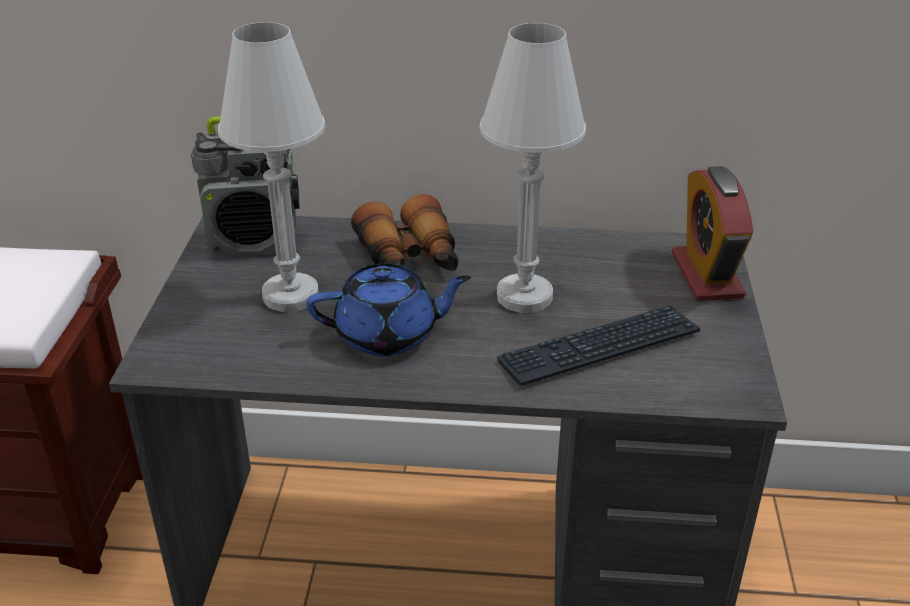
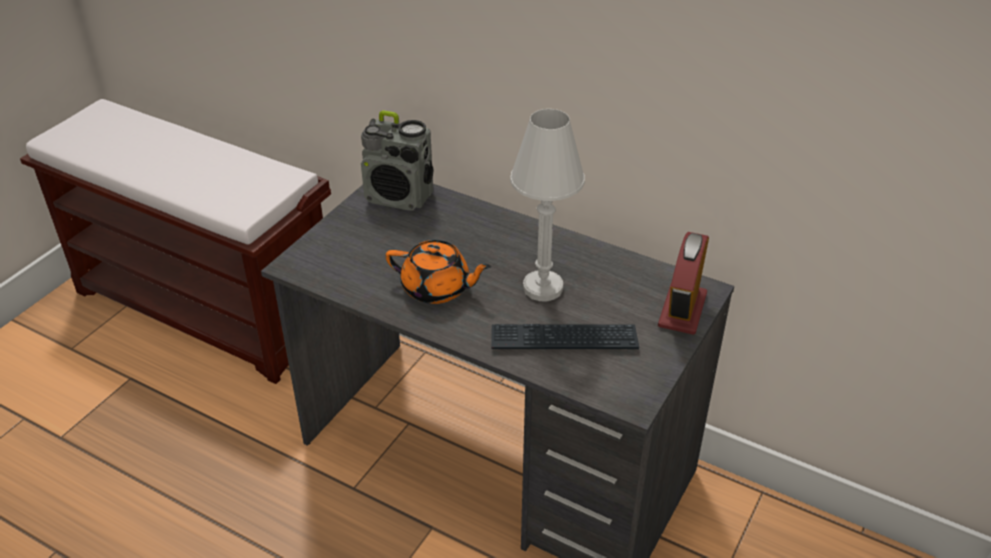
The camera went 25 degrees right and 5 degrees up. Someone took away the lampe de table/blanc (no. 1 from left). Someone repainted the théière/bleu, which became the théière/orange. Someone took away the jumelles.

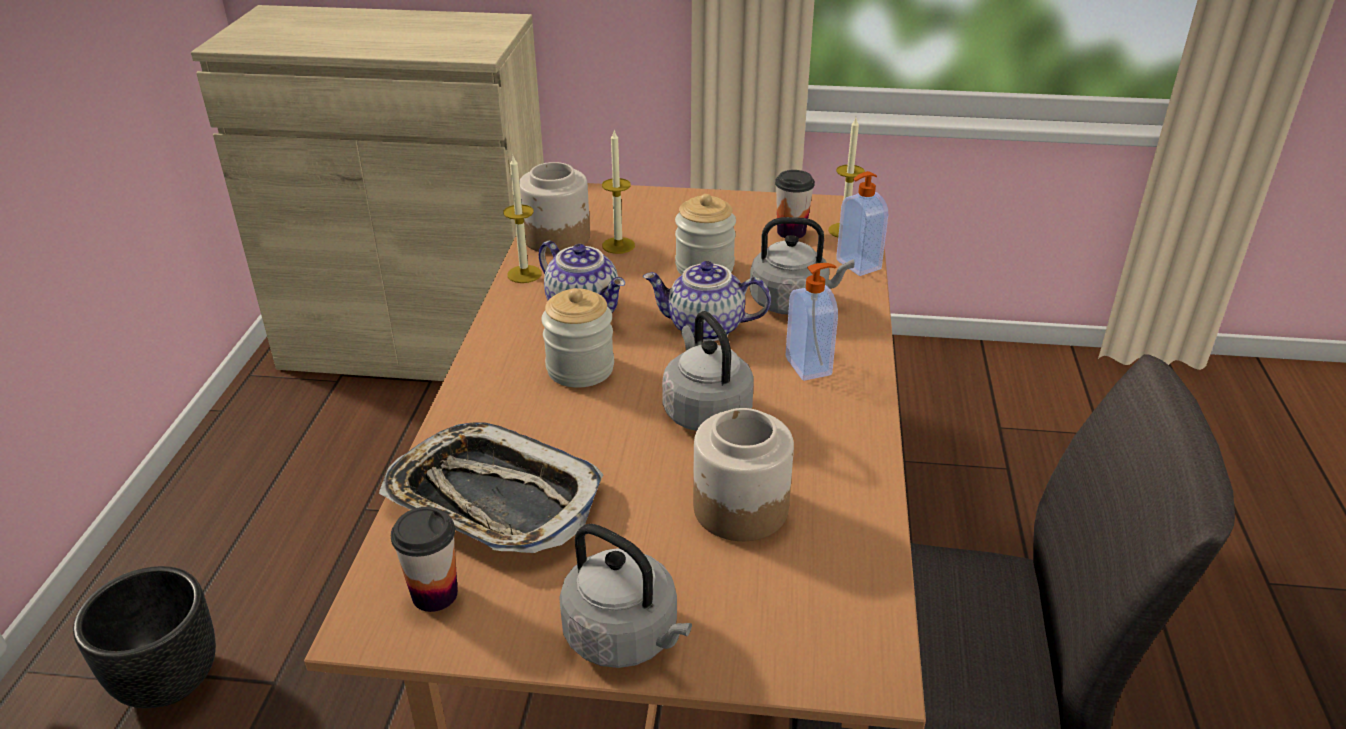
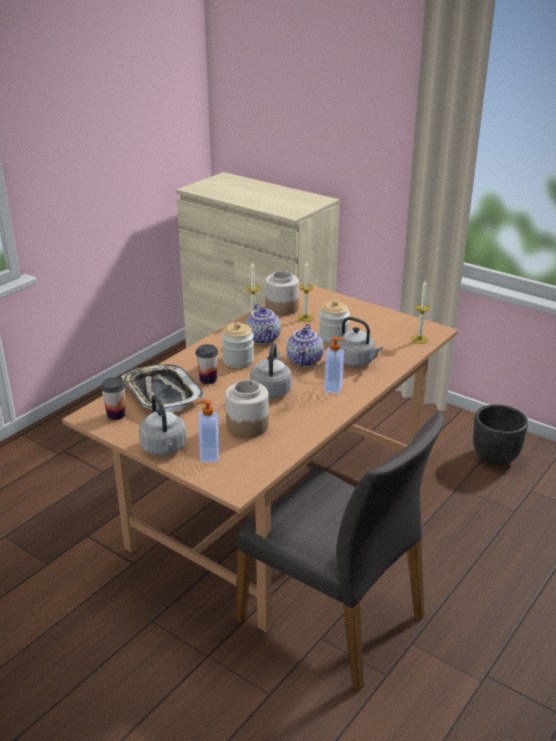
The camera went 30 degrees right and 5 degrees down. Someone carried the cache-pot/noir. Someone rotated the théière (no. 2 from left) by 120 degrees counterclockwise. Someone carried the tasse (no. 2 from left). Someone carried the distributeur de savon (no. 2 from left in the first image).

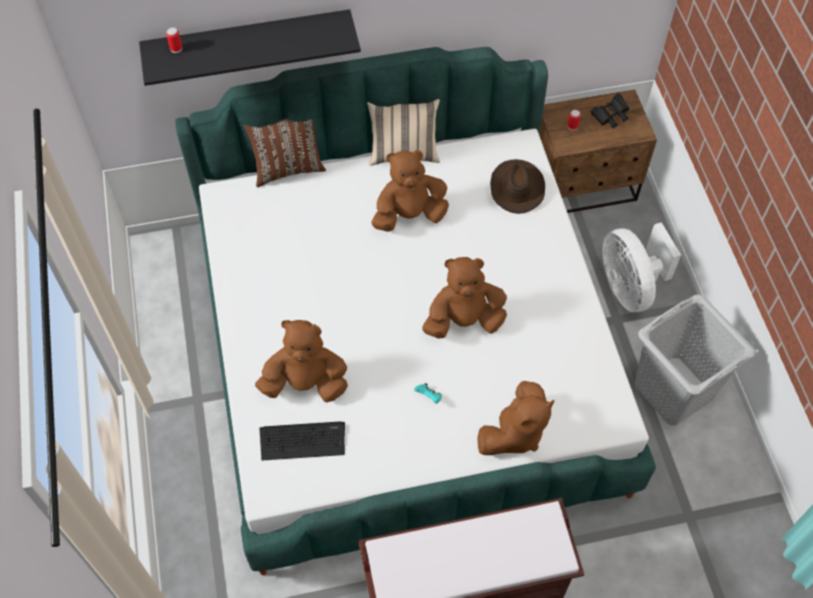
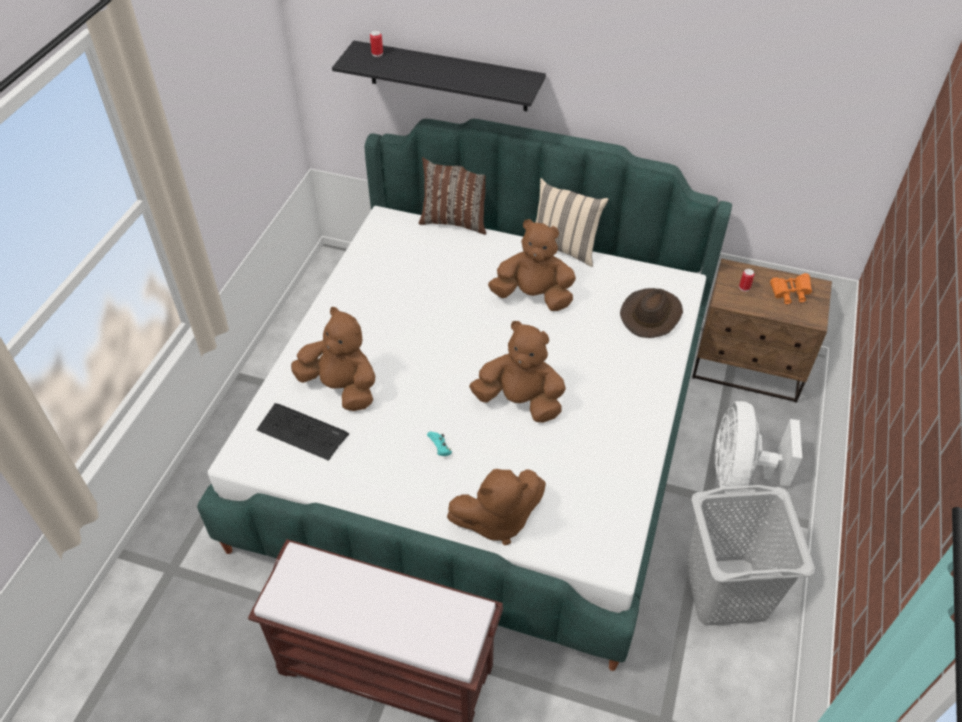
The camera went 30 degrees right and 10 degrees down. Someone repainted the jumelles/noir, which became the jumelles/orange.

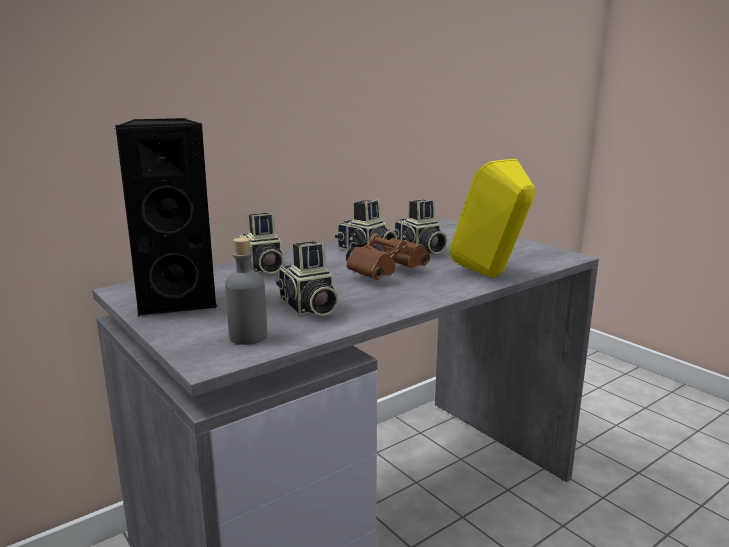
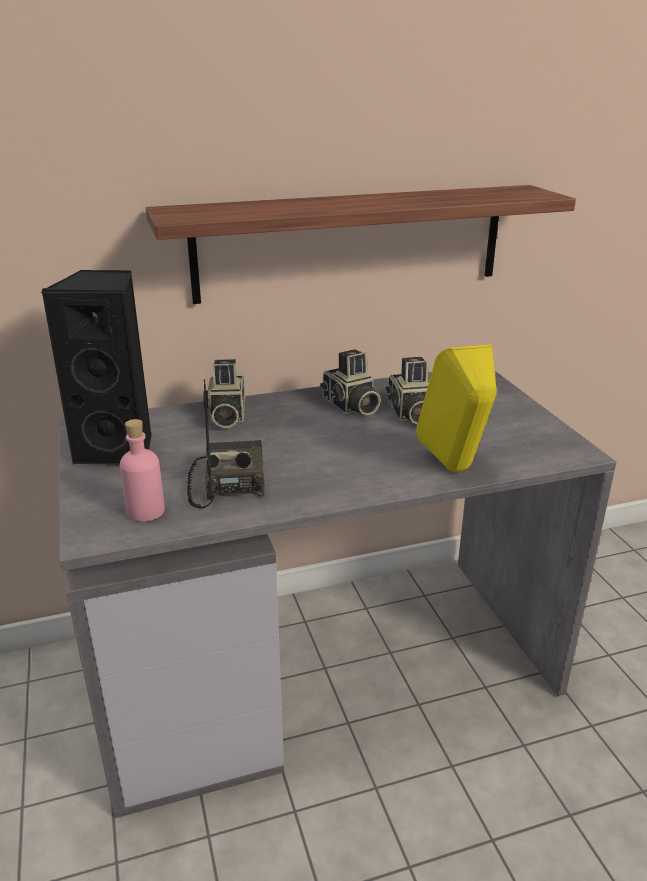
The camera went 20 degrees right and 10 degrees up. Someone repainted the bouteille/gris, which became the bouteille/rose. Someone swapped the appareil photo (no. 2 from left) for the radio. Someone took away the jumelles/marron. Someone put up the étagère.

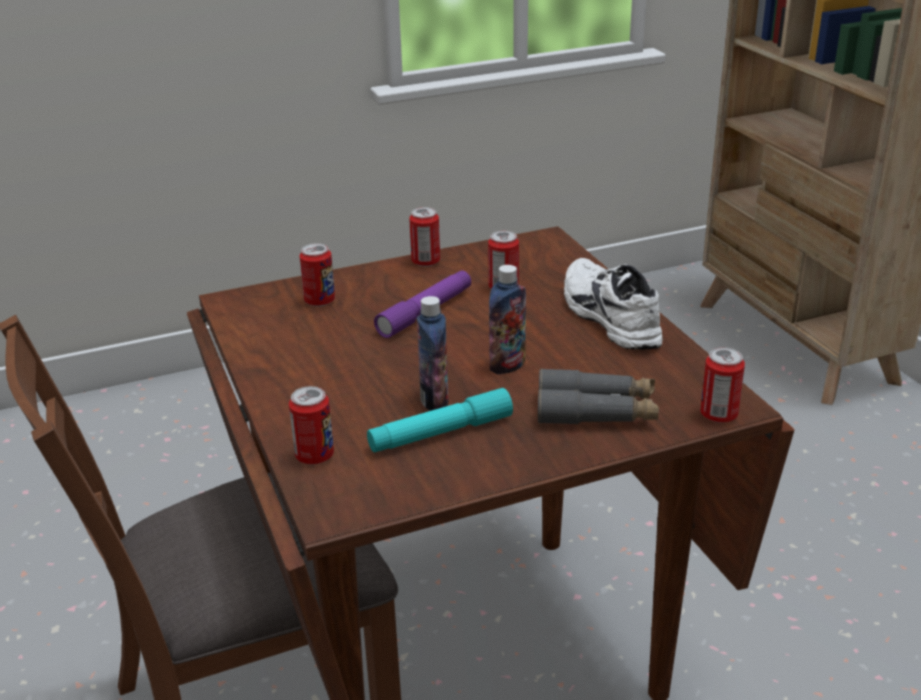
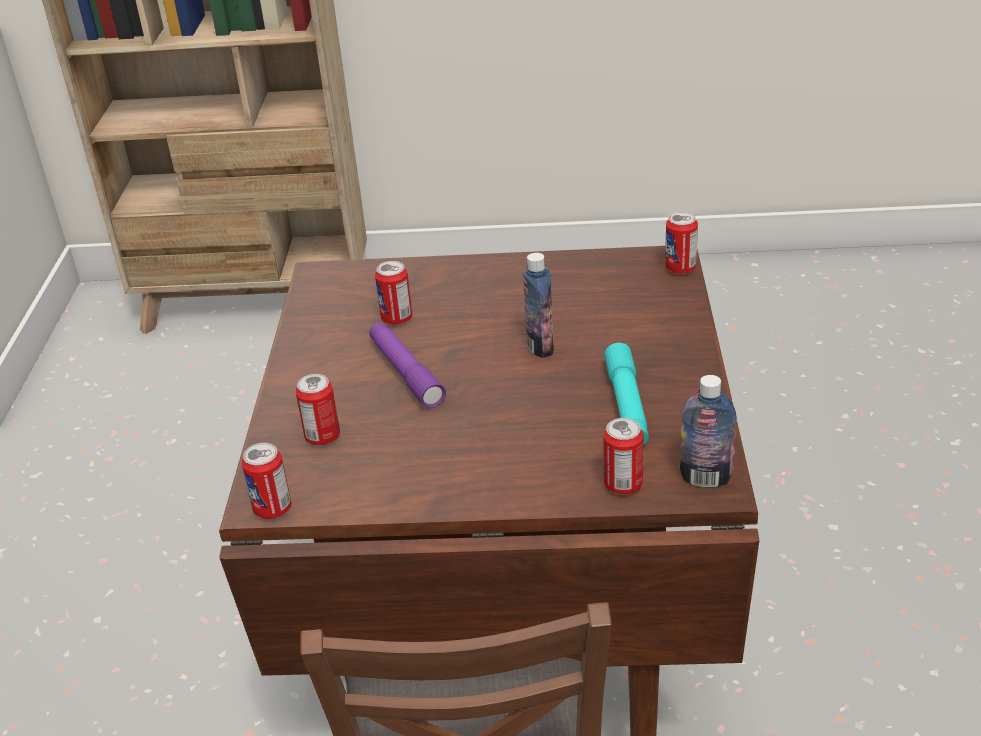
The camera went 65 degrees left and 5 degrees up. Someone carried the boîte métallique (no. 3 from left in the first image). Someone carried the bouteille (no. 1 from left in the first image). Someone took away the jumelles/gris. Someone took away the chaussure/blanc.

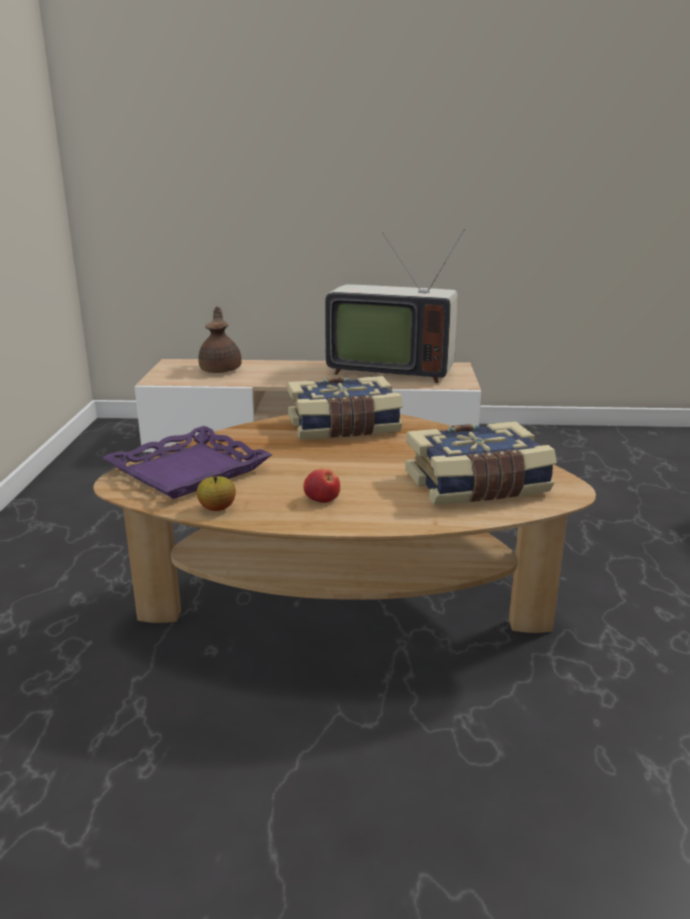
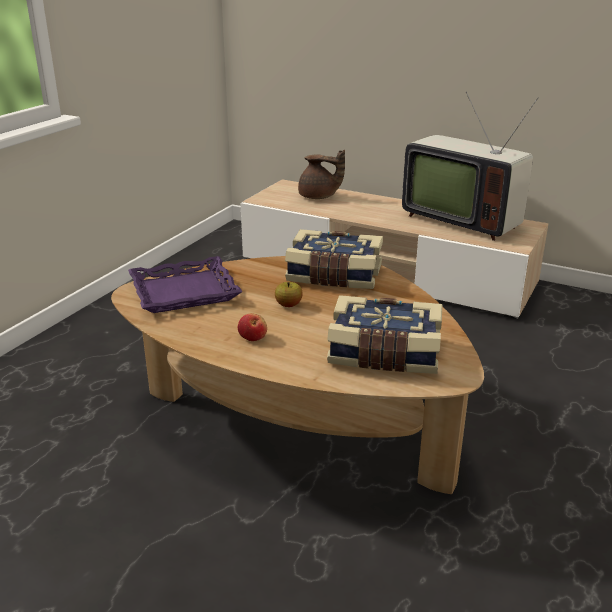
The camera went 25 degrees right and 5 degrees up. Someone carried the pomme (no. 1 from left in the first image). Someone rotated the théière/marron by 90 degrees clockwise.

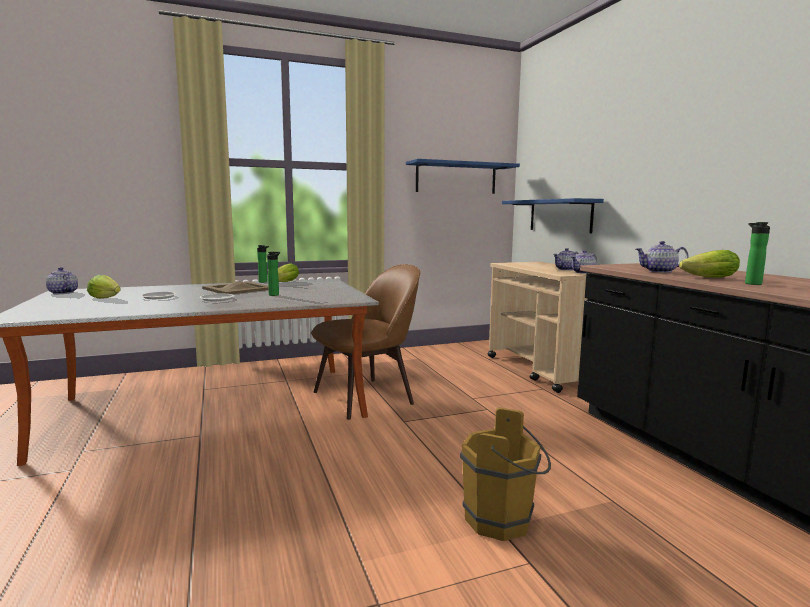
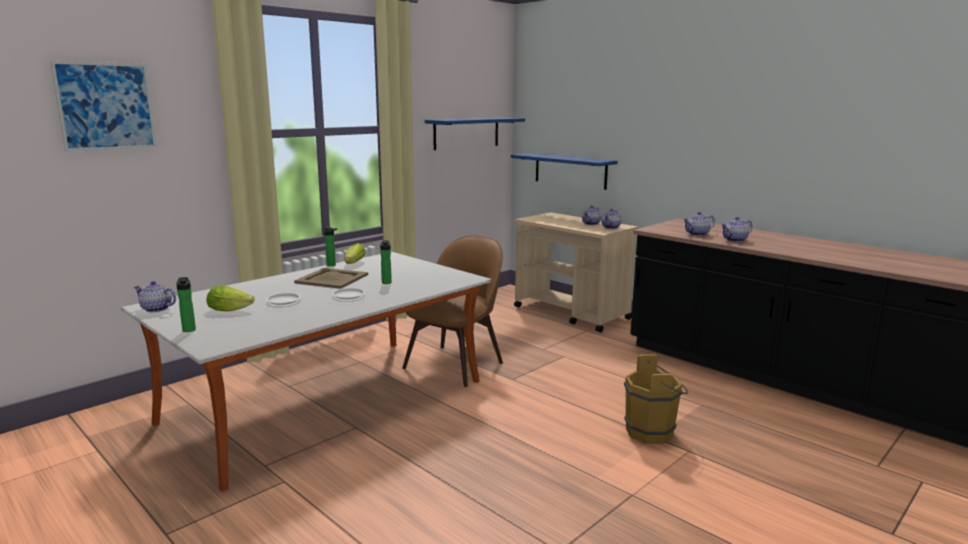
The camera went 25 degrees left and 5 degrees up. Someone swapped the laitue (no. 3 from left) for the théière (no. 5 from left). Someone carried the bouteille (no. 3 from left in the first image). Someone put up the tableau.

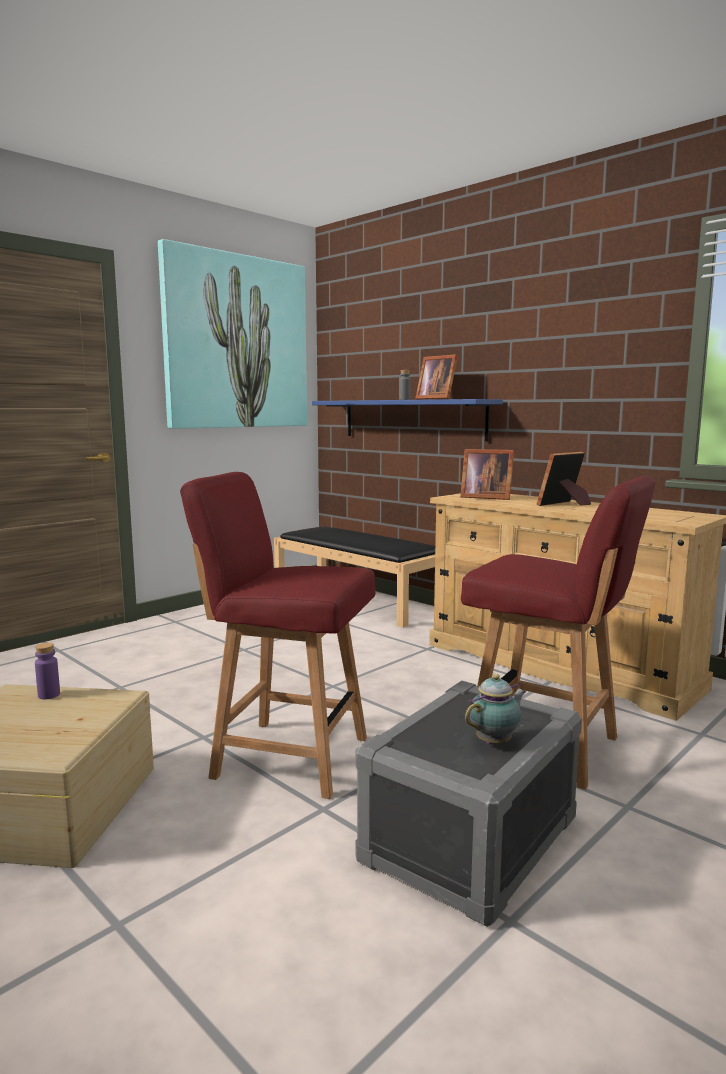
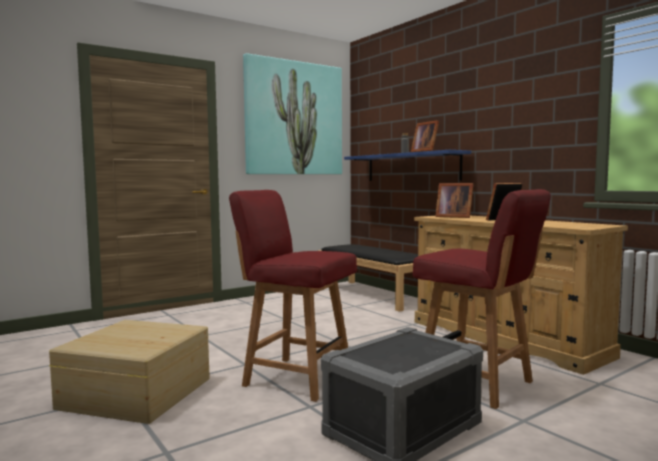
The camera went 10 degrees right and 5 degrees down. Someone took away the bouteille/violet. Someone took away the théière.

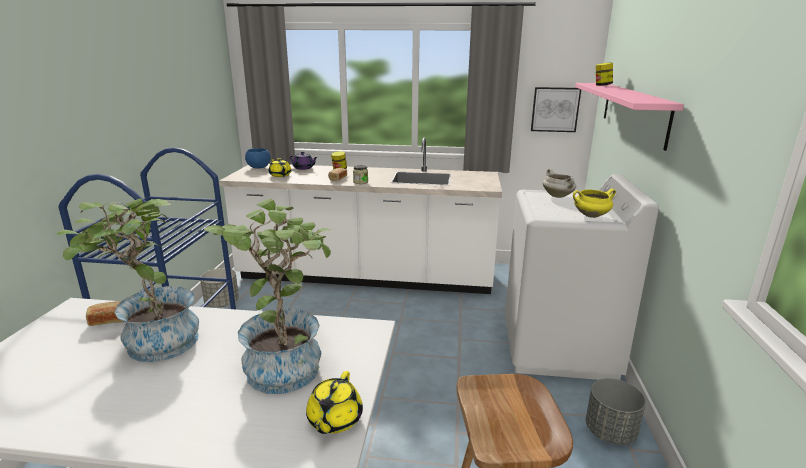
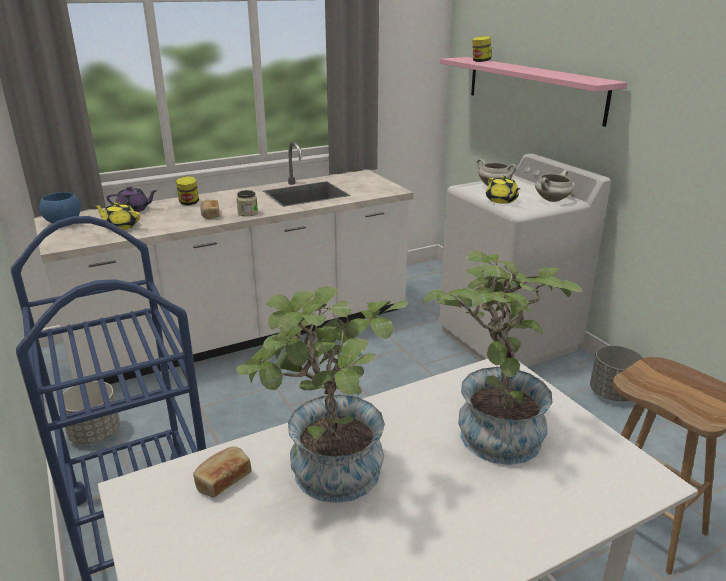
The camera went 35 degrees left and 5 degrees up. Someone carried the théière/jaune (no. 2 from left). Someone took away the tableau. Someone repainted the marmite/jaune, which became the marmite/blanc (no. 2 from left).

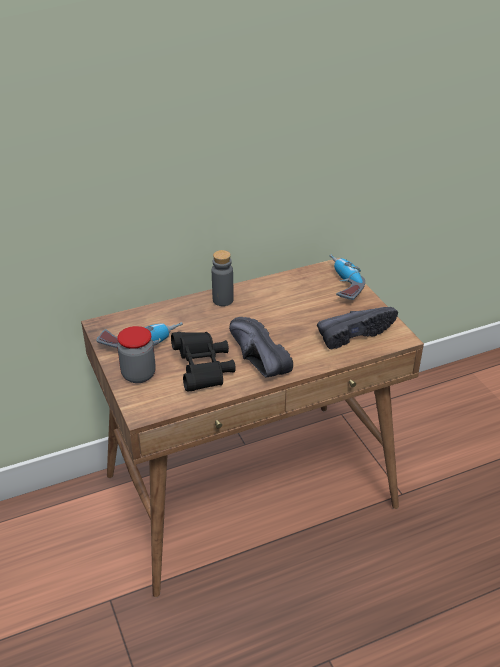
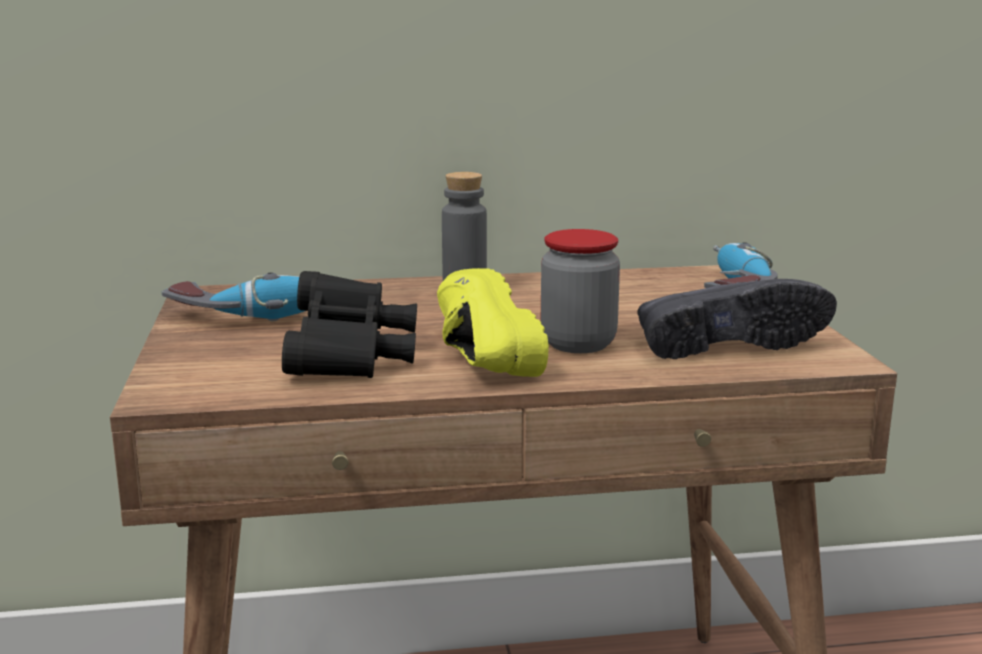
The camera went 15 degrees right and 20 degrees down. Someone carried the bocal. Someone repainted the chaussure/noir (no. 1 from left), which became the chaussure/jaune.

